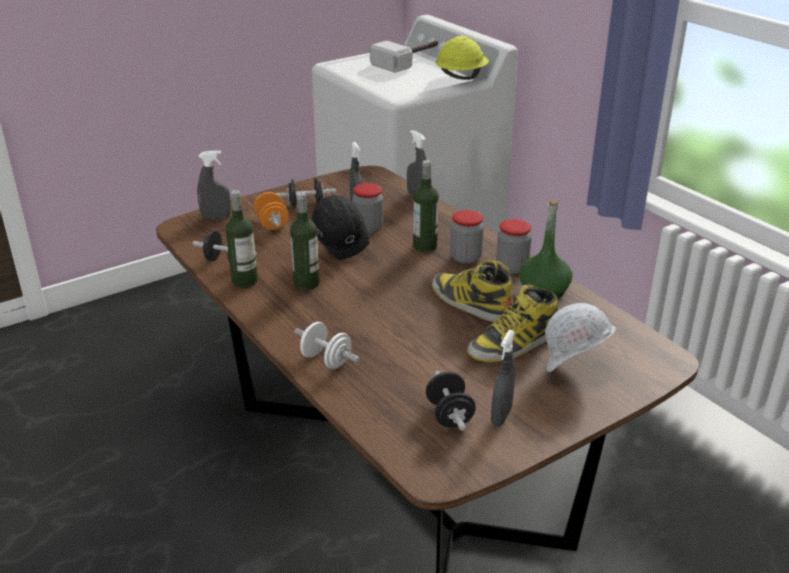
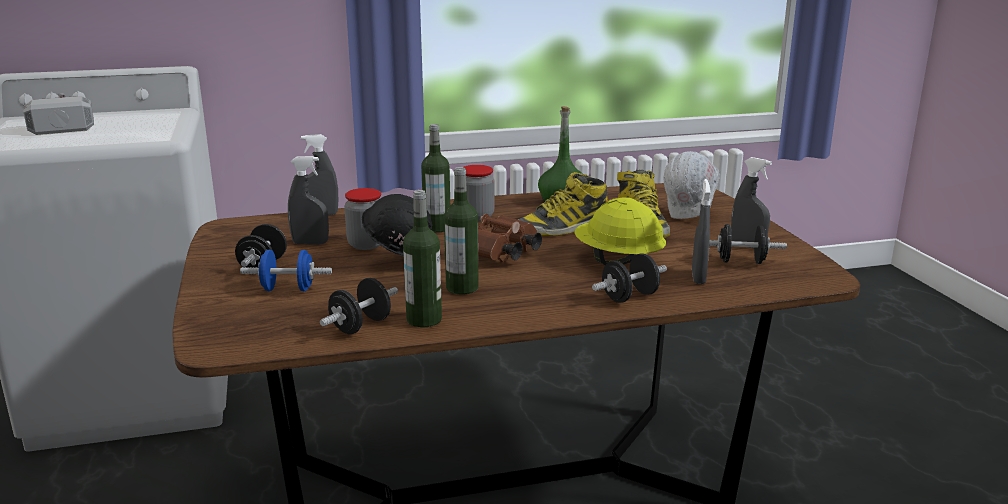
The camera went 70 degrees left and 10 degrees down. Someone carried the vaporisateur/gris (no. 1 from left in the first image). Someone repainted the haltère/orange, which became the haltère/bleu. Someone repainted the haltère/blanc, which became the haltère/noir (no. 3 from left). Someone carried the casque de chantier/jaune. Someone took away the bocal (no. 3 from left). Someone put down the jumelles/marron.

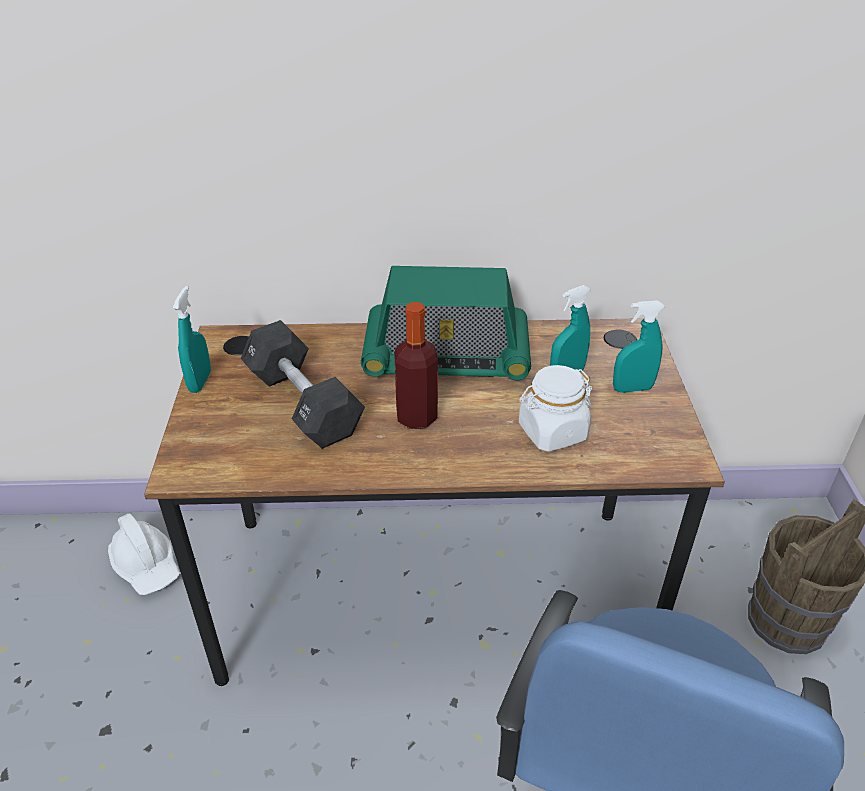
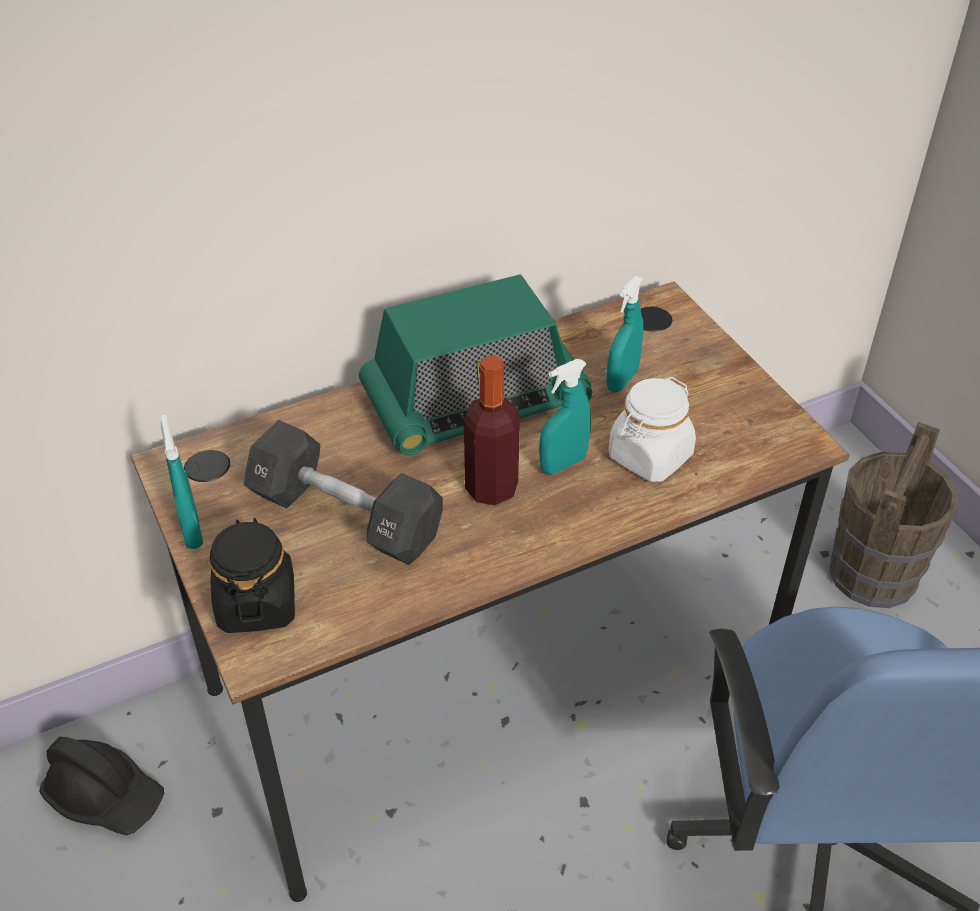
The camera went 25 degrees left and 5 degrees up. Someone repainted the casque de chantier/blanc, which became the casque de chantier/noir. Someone carried the vaporisateur/turquoise (no. 3 from left in the first image). Someone put down the bocal/noir.

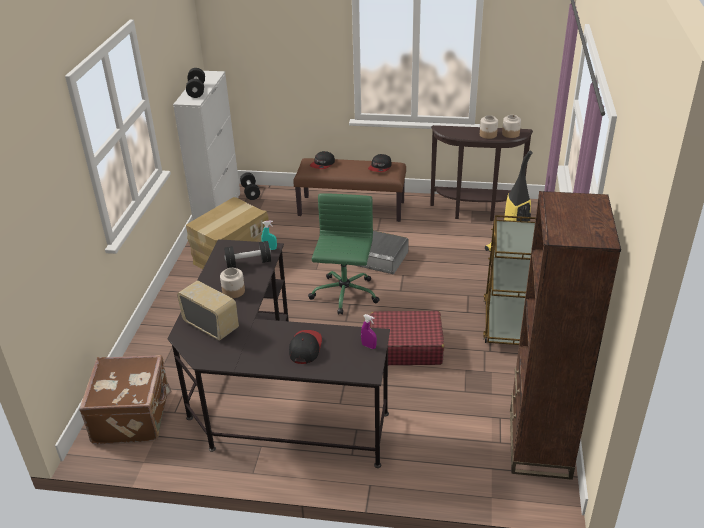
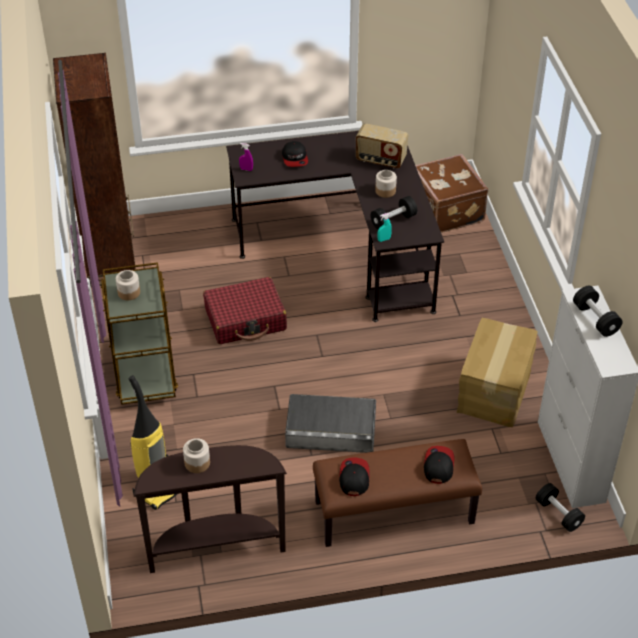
The camera went 160 degrees right and 10 degrees up. Someone took away the chaise de bureau/vert. Someone carried the bocal (no. 3 from left in the first image).

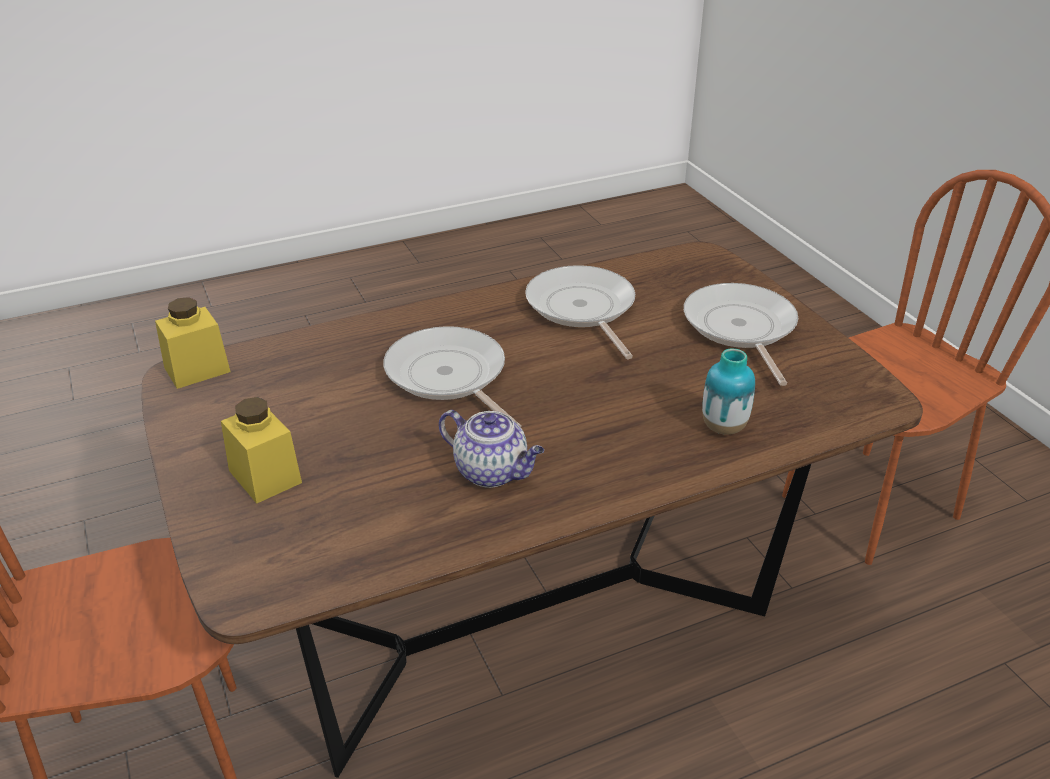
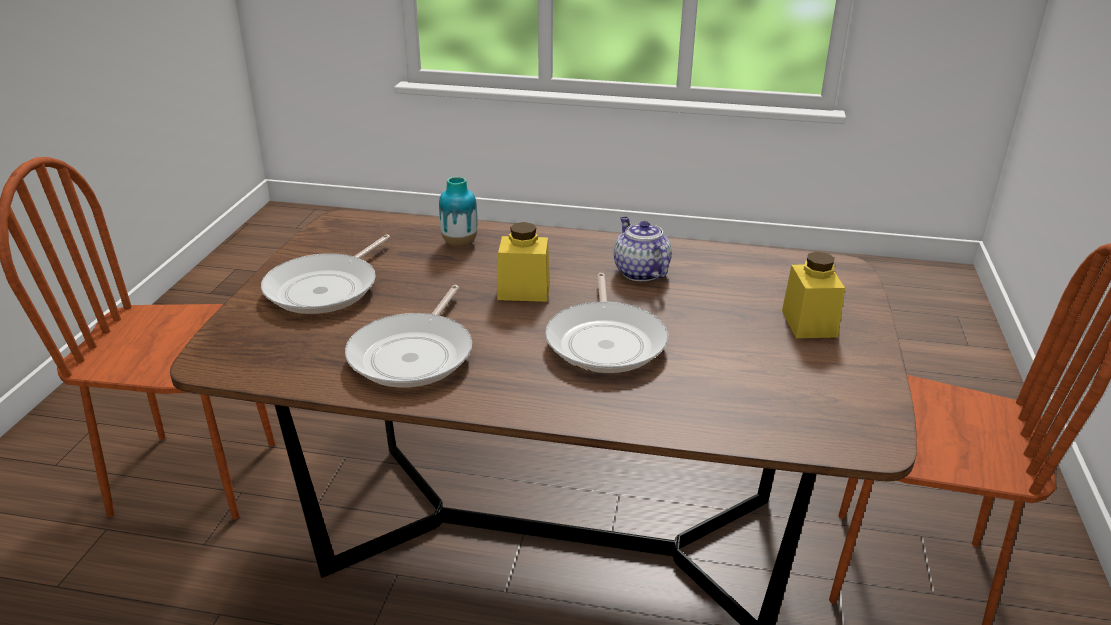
The camera went 145 degrees left and 5 degrees down. Someone carried the bocal/jaune (no. 1 from left).

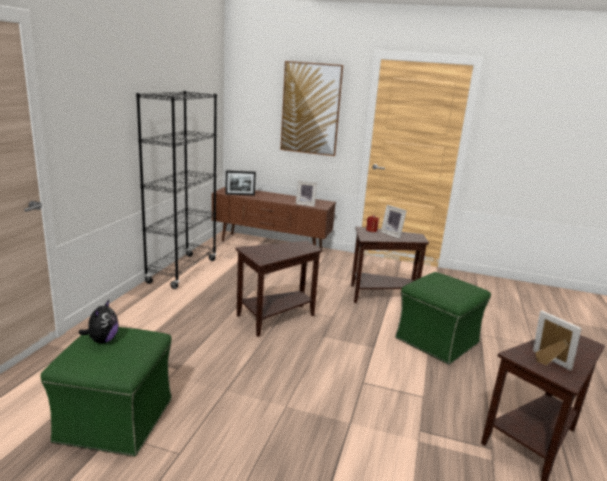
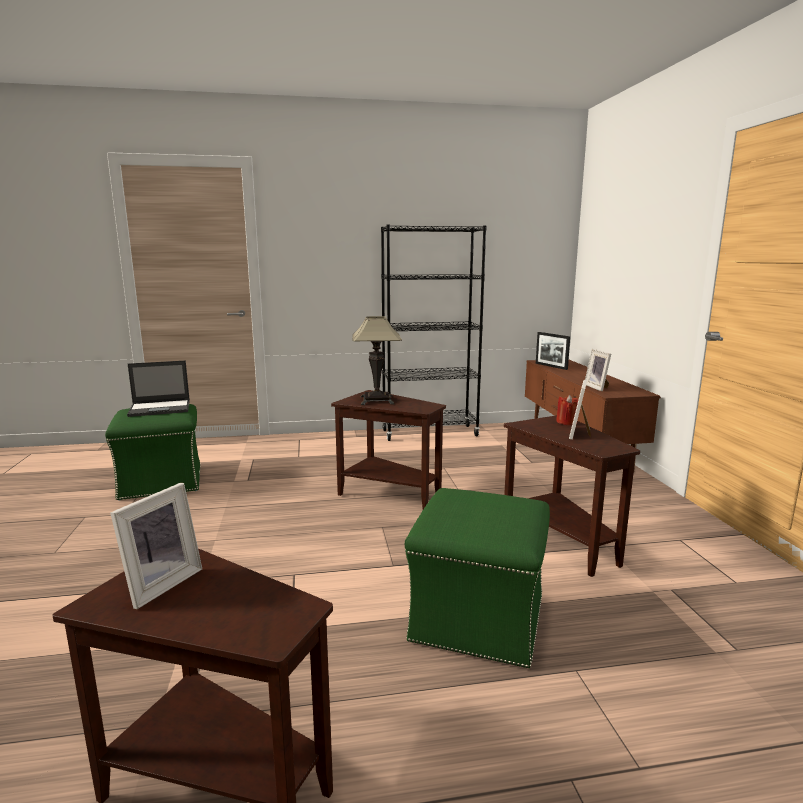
The camera went 65 degrees right and 5 degrees down. Someone swapped the peluche for the ordinateur portable. Someone took away the tableau. Someone put down the lampe de table.

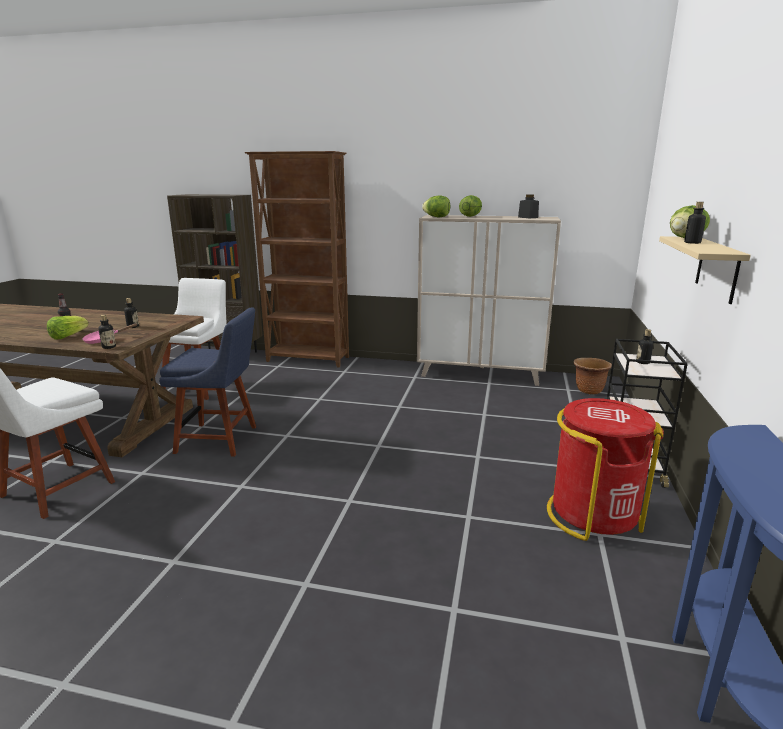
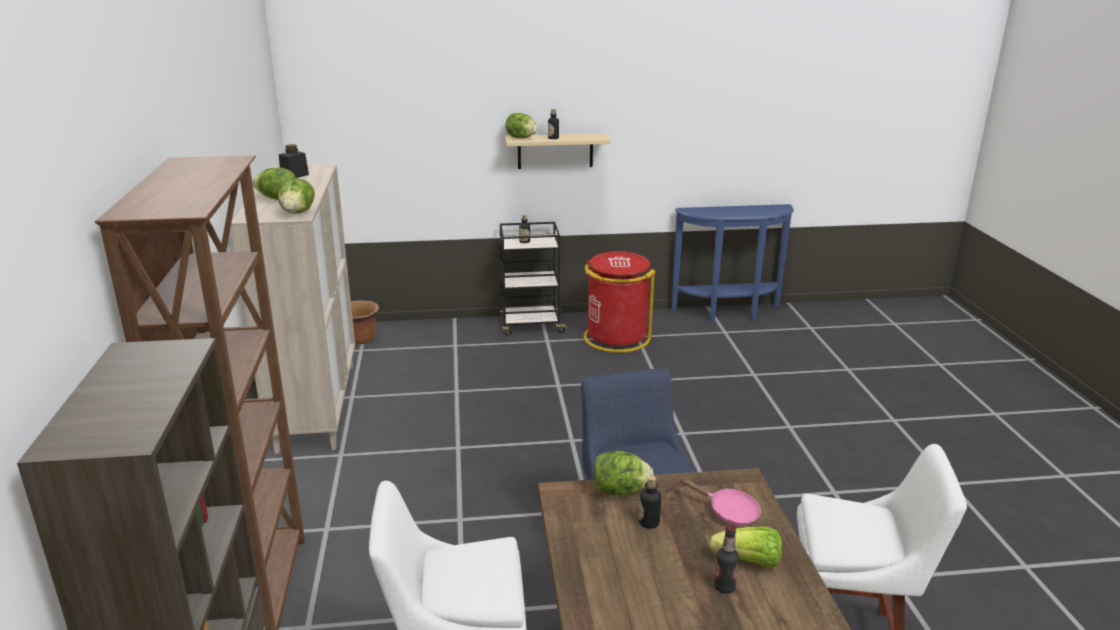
The camera went 110 degrees left and 5 degrees up. Someone took away the bouteille (no. 2 from left). Someone put down the laitue (no. 4 from left).

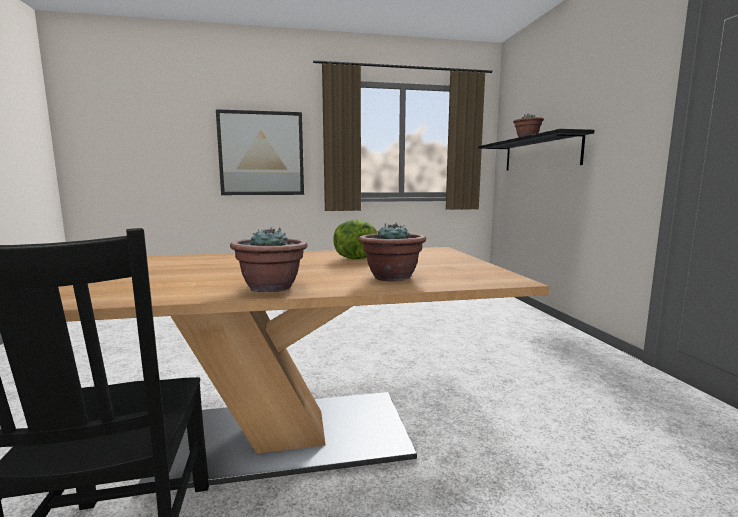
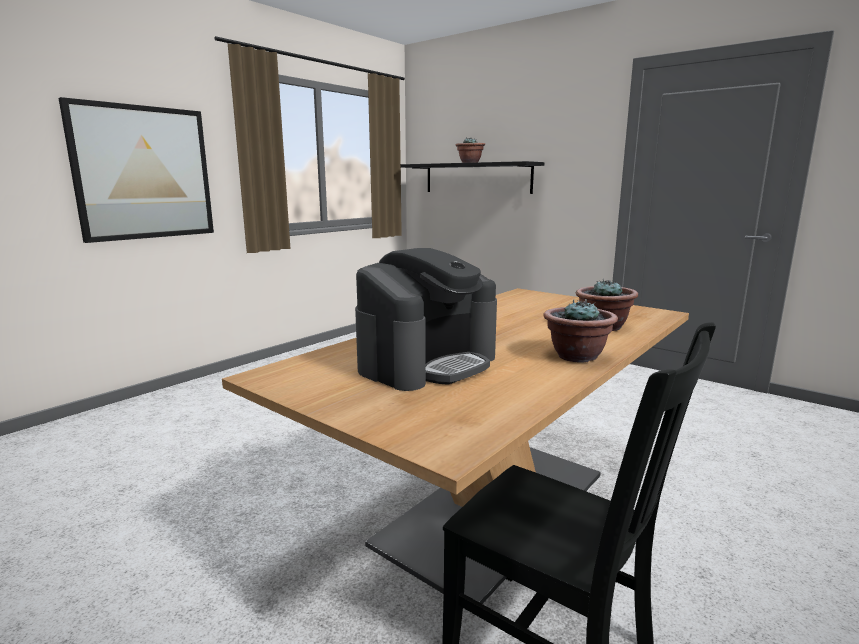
The camera went 40 degrees left and 5 degrees up. Someone took away the laitue. Someone put down the machine à café.

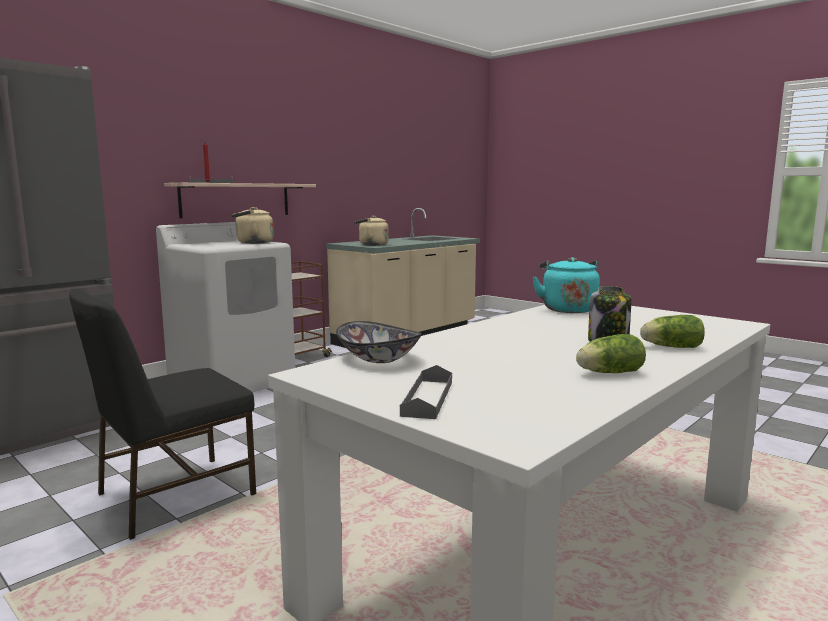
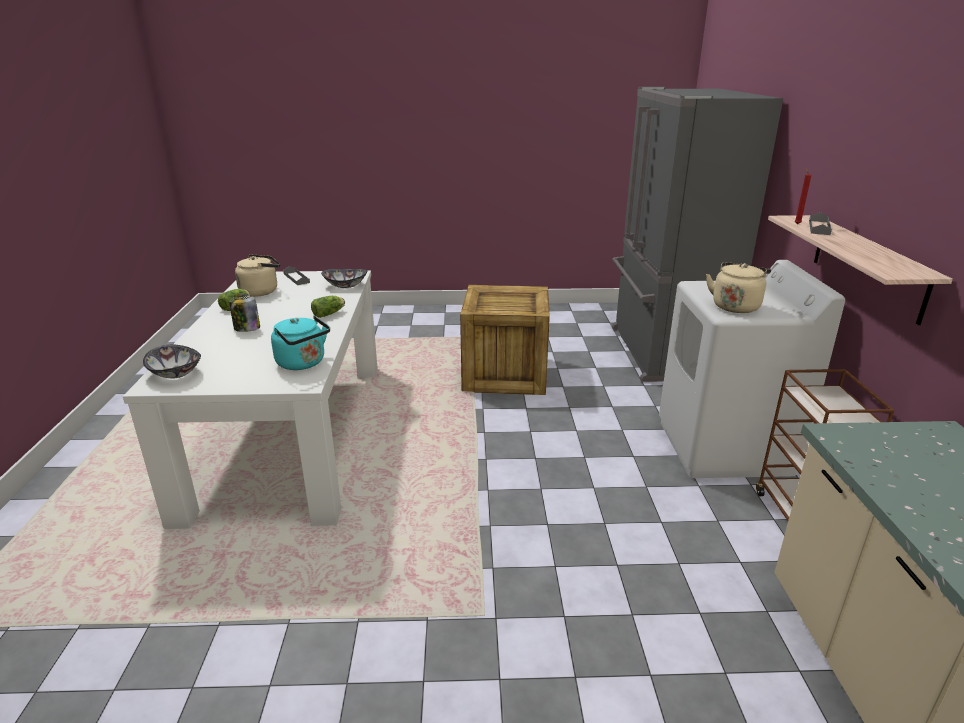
The camera went 135 degrees right and 15 degrees up. Someone swapped the chaise/noir for the caisse. Someone carried the bouilloire/beige (no. 2 from left in the first image). Someone carried the laitue (no. 2 from left). Someone put down the bol (no. 1 from left).

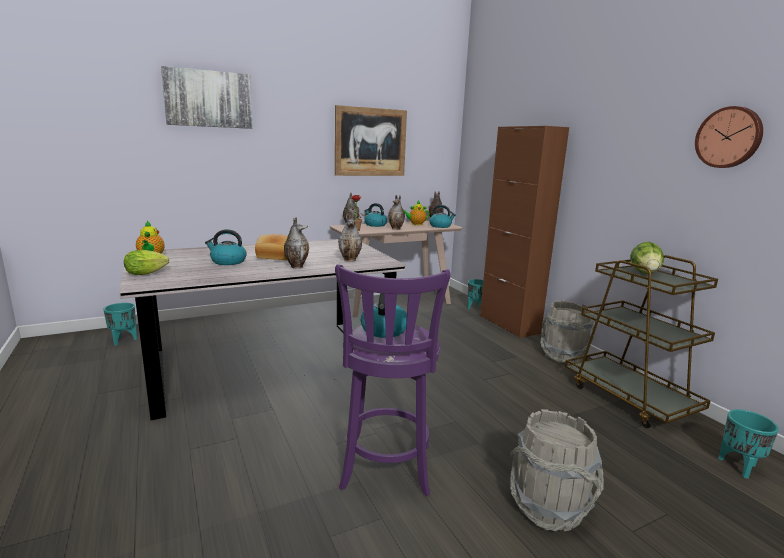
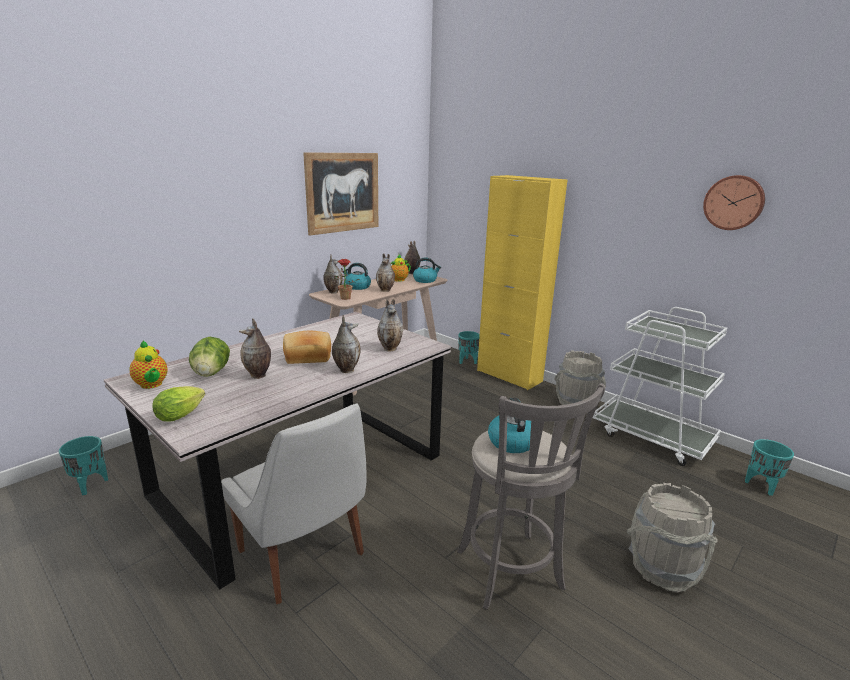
The camera went 20 degrees left and 5 degrees up. Someone took away the tableau (no. 1 from left). Someone swapped the bouilloire (no. 1 from left) for the vase (no. 1 from left). Someone repainted the tabouret/violet, which became the tabouret/gris. Someone repainted the meuble de rangement/marron, which became the meuble de rangement/jaune. Someone repainted the chariot/marron, which became the chariot/blanc. Someone carried the laitue (no. 2 from left). Someone put down the chaise/blanc.

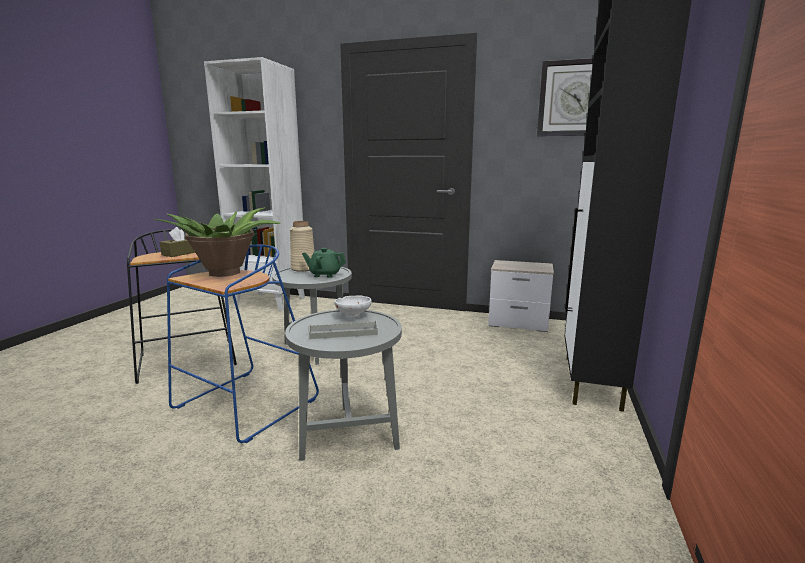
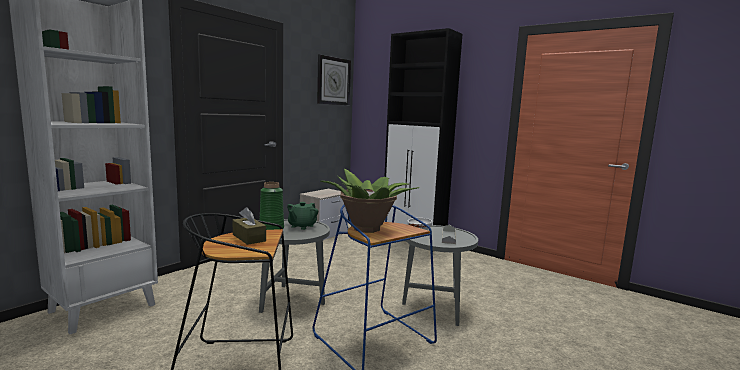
The camera went 70 degrees left and 5 degrees down. Someone repainted the vase/beige, which became the vase/vert.

